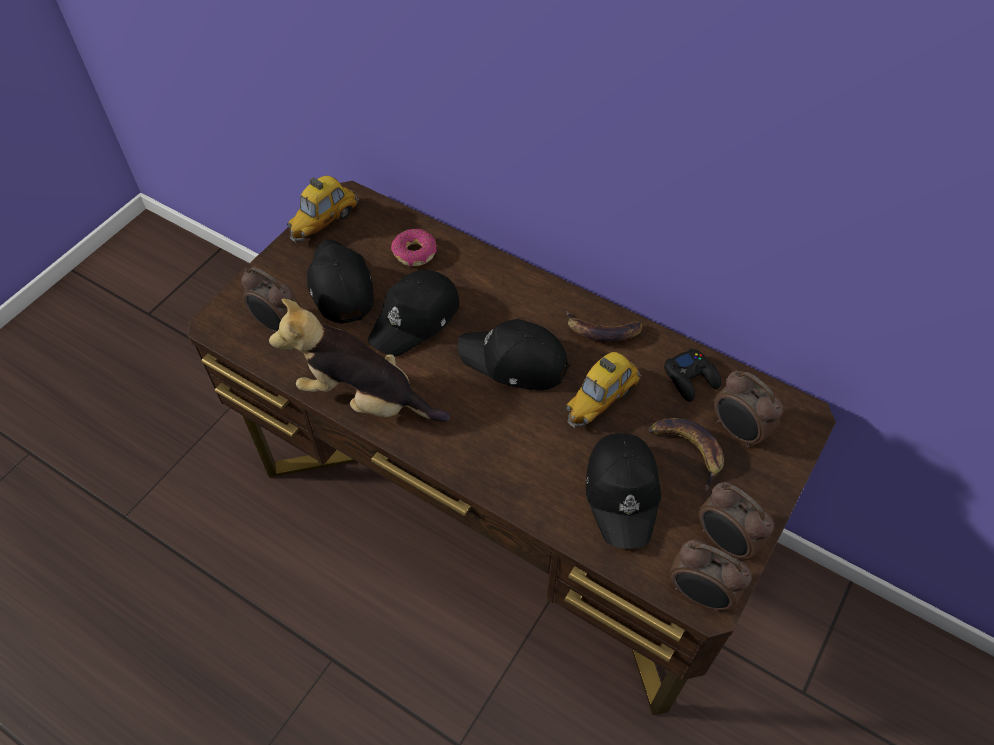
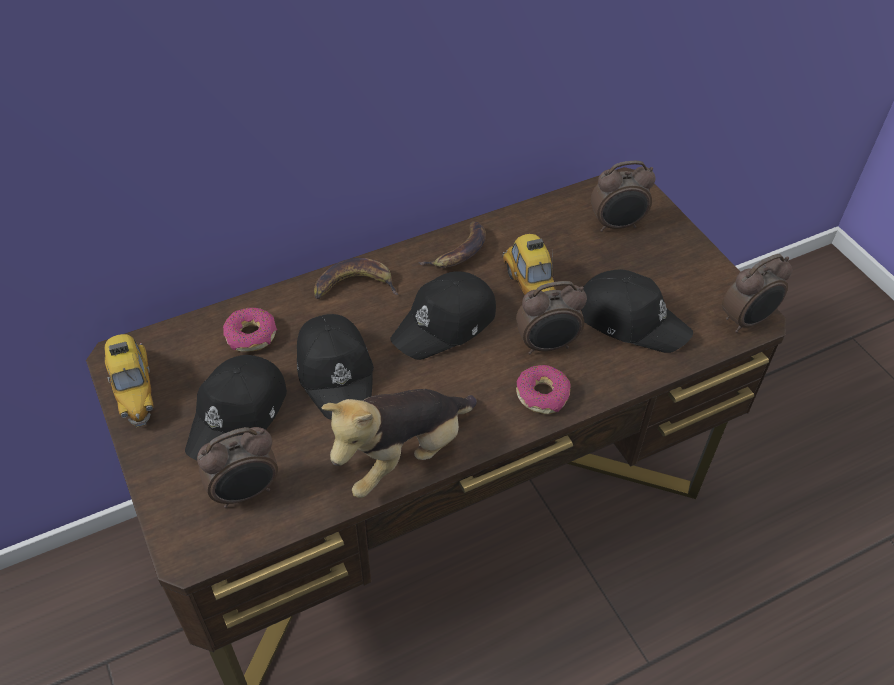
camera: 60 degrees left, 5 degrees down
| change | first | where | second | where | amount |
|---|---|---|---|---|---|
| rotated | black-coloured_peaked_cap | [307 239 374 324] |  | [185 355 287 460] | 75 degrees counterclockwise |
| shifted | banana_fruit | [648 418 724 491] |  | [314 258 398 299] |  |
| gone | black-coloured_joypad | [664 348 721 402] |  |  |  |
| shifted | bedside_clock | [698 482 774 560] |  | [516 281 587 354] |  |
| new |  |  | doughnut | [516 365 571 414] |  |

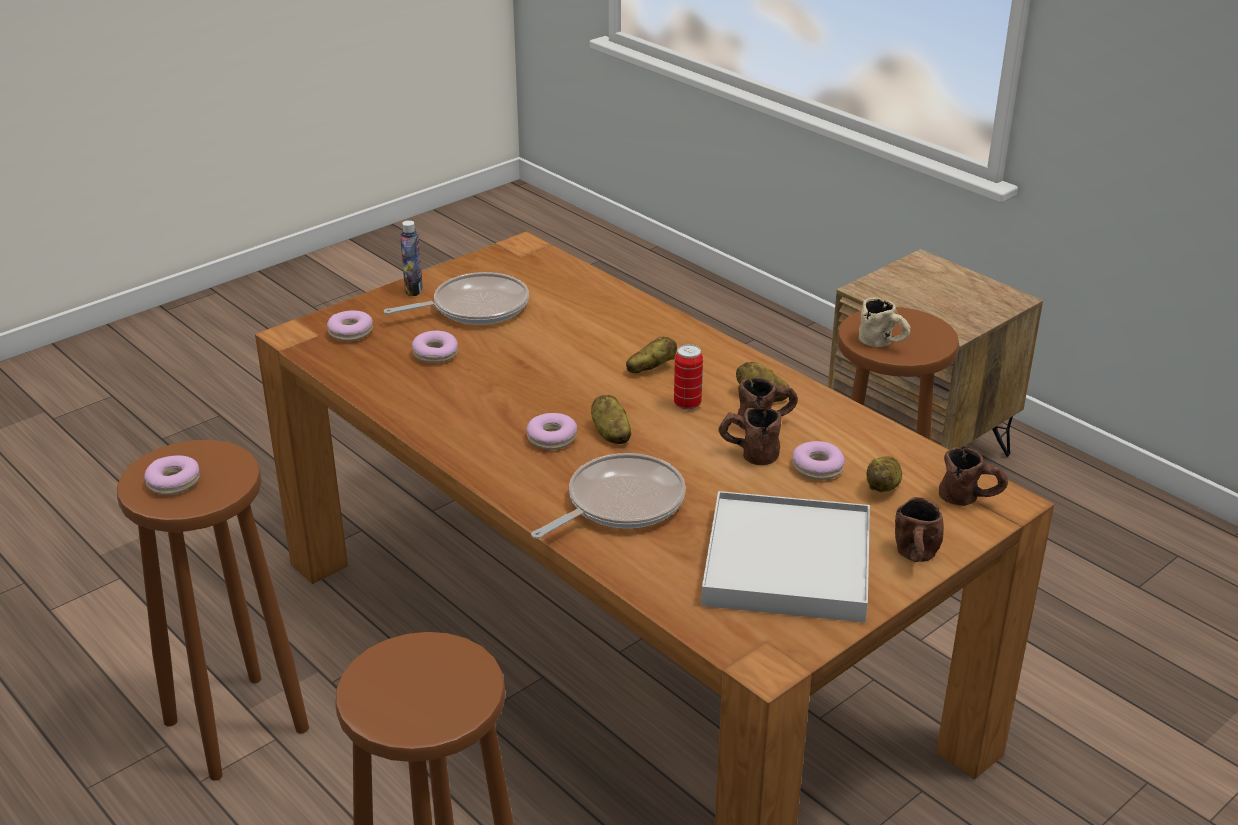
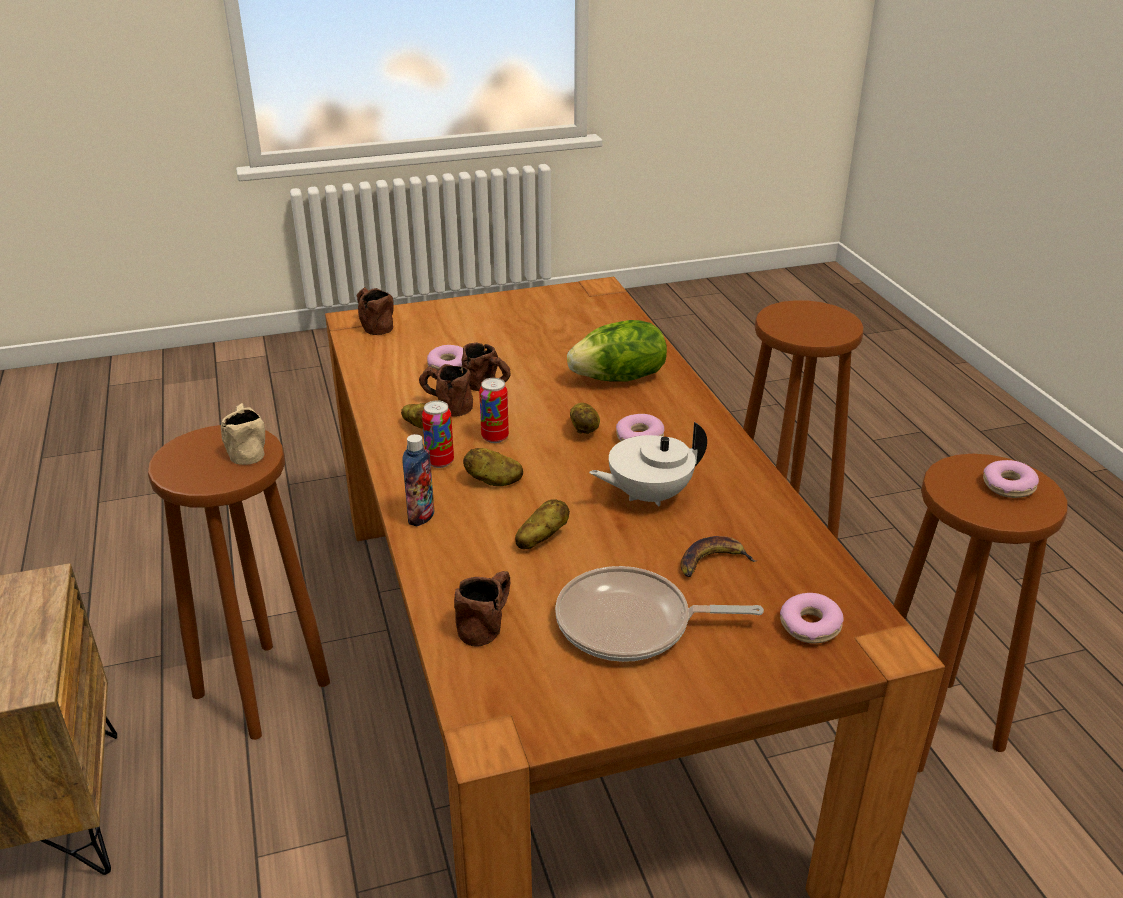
camera: 155 degrees left, 0 degrees up
| change | first | where | second | where | amount |
|---|---|---|---|---|---|
| shifted | beverage_bottle | [400 220 423 296] |  | [403 434 435 526] |  |
| swapped | doughnut | [412 330 458 363] | banana_fruit | [681 536 757 577] |  |
| swapped | skillet | [531 453 686 539] | lettuce_head | [567 320 667 381] |  |
| gone | whitish_tray | [701 491 870 623] |  |  |  |
| shifted | spud | [867 456 902 492] |  | [515 499 569 549] |  |
| shifted | brown-coloured_coffee_mug | [895 497 944 562] |  | [454 571 510 646] |  |
| new |  |  | metal_can | [422 400 454 468] |  |
| new |  |  | whitish_pot_for_tea | [589 422 707 507] |  |

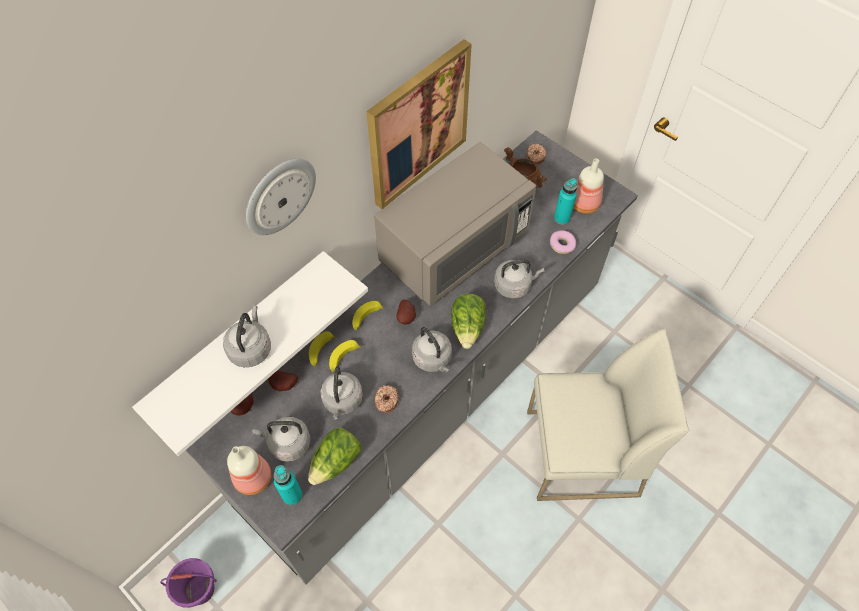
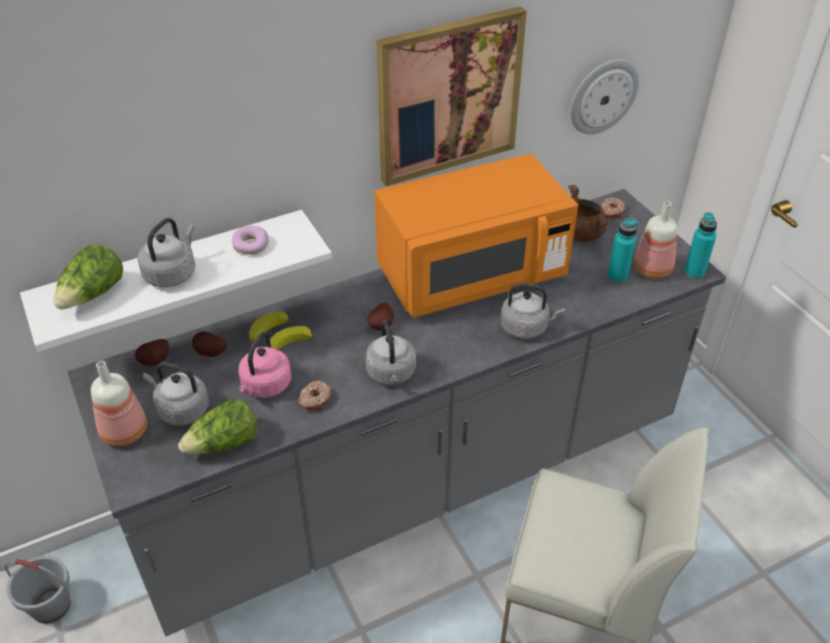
camera: 20 degrees right, 15 degrees down
| change | first | where | second | where | amount |
|---|---|---|---|---|---|
| repainted | purplish_water_bucket | [160 558 217 608] | gray_water_bucket | [5 556 70 624] |  |
| shifted | hanging_clock | [246 159 316 235] |  | [570 59 639 134] |  |
| shifted | turquoise_beverage_bottle | [274 465 302 505] |  | [684 213 717 279] |  |
| repainted | gray_kettle | [320 366 363 419] | pink_kettle | [238 331 291 398] |  |
| gone | banana_fruit | [352 301 384 331] |  |  |  |
| repainted | gray_microwave_oven | [374 142 537 306] | orange_microwave_oven | [375 154 578 317] |  |
| shifted | lettuce_head | [451 294 486 349] |  | [54 245 123 309] |  |
| shifted | doughnut | [550 230 576 254] |  | [232 226 269 255] |  |

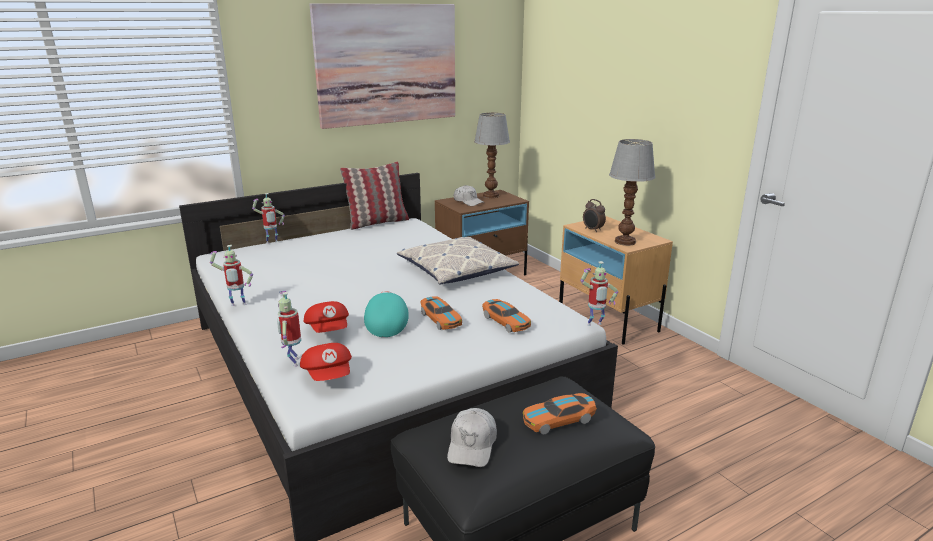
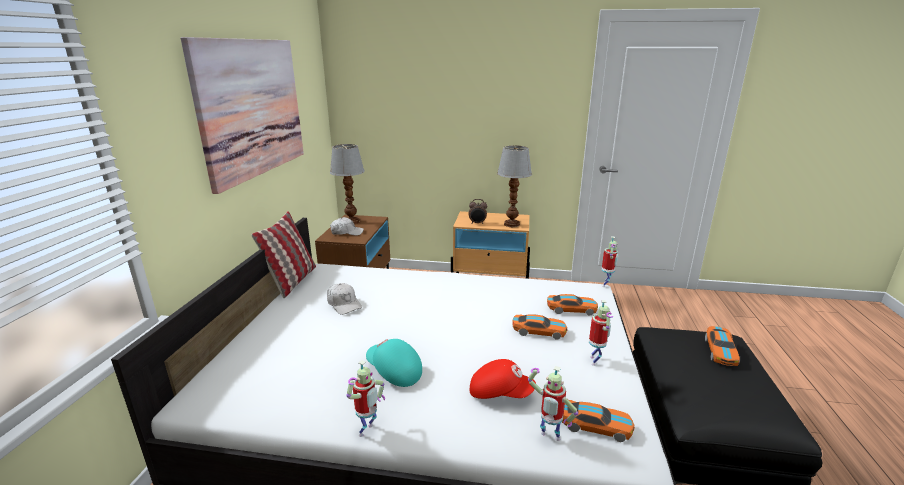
camera: 50 degrees left, 0 degrees up
| change | first | where | second | where | amount |
|---|---|---|---|---|---|
| shifted | toy_robot | [252 193 285 243] |  | [589 300 614 366] |  |
| swapped | reddish_peaked_cap | [300 343 352 381] | toy_car | [562 400 635 442] |  |
| shifted | turquoise_peaked_cap | [364 291 409 337] |  | [366 339 422 387] |  |
| gone | cushion | [397 237 519 284] |  |  |  |
| shifted | whitish_peaked_cap | [447 408 497 467] |  | [327 283 362 315] |  |

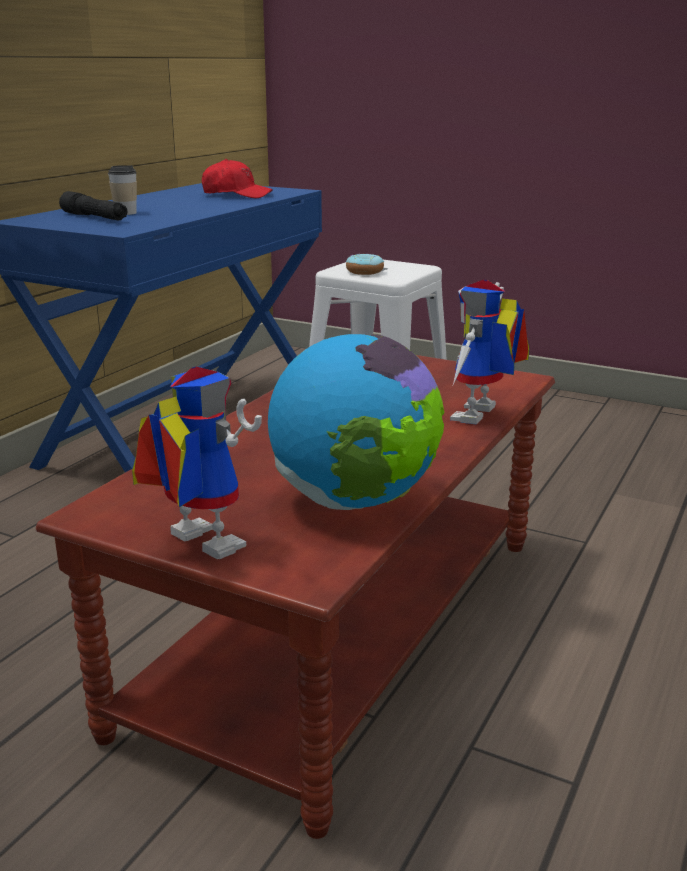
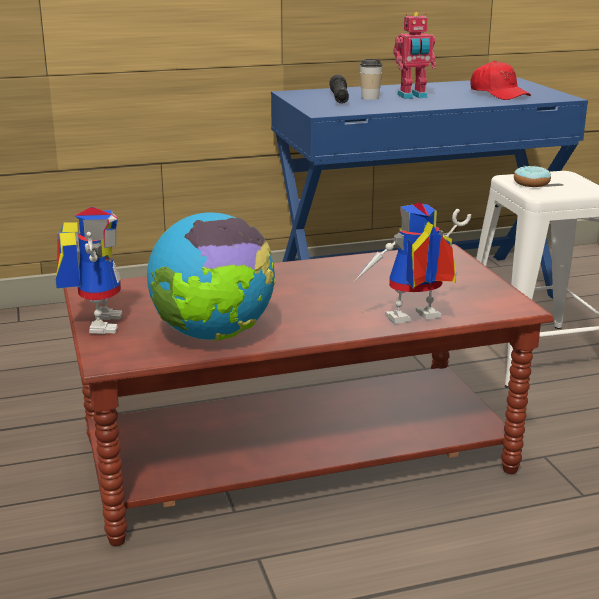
camera: 45 degrees right, 0 degrees up
| change | first | where | second | where | amount |
|---|---|---|---|---|---|
| new |  |  | toy_robot | [393 12 436 99] |  |

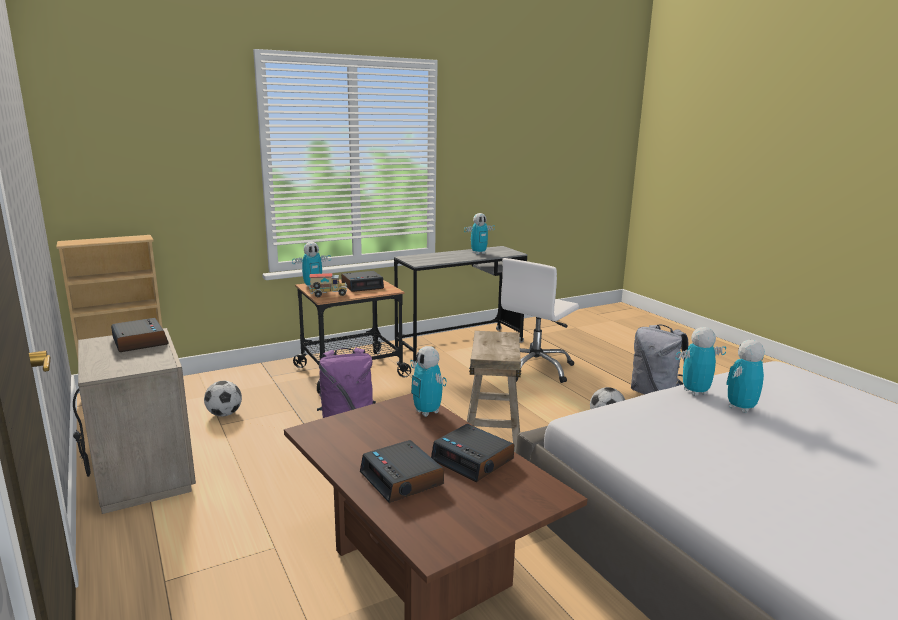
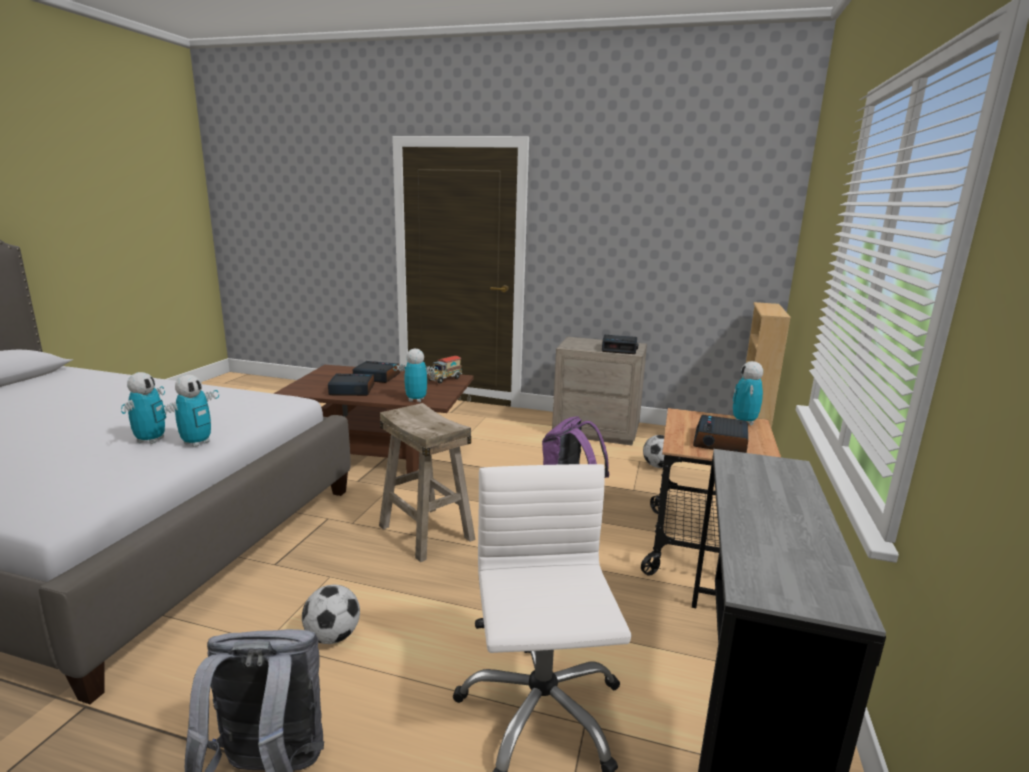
camera: 135 degrees right, 0 degrees up
| change | first | where | second | where | amount |
|---|---|---|---|---|---|
| shifted | model_truck | [309 273 347 297] |  | [427 356 463 384] |  |
| gone | toy_robot | [464 213 495 254] |  |  |  |

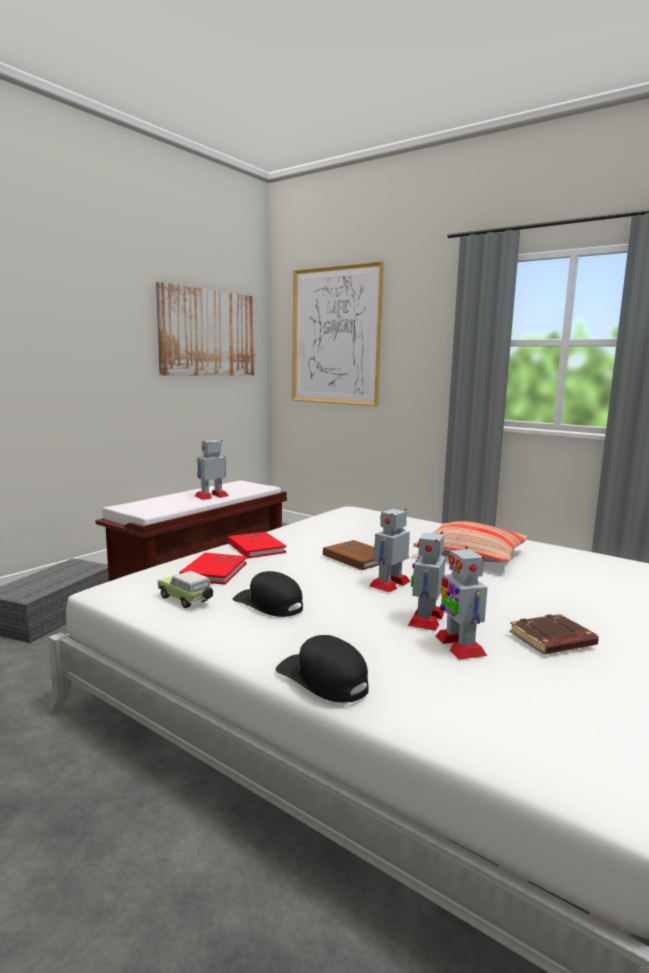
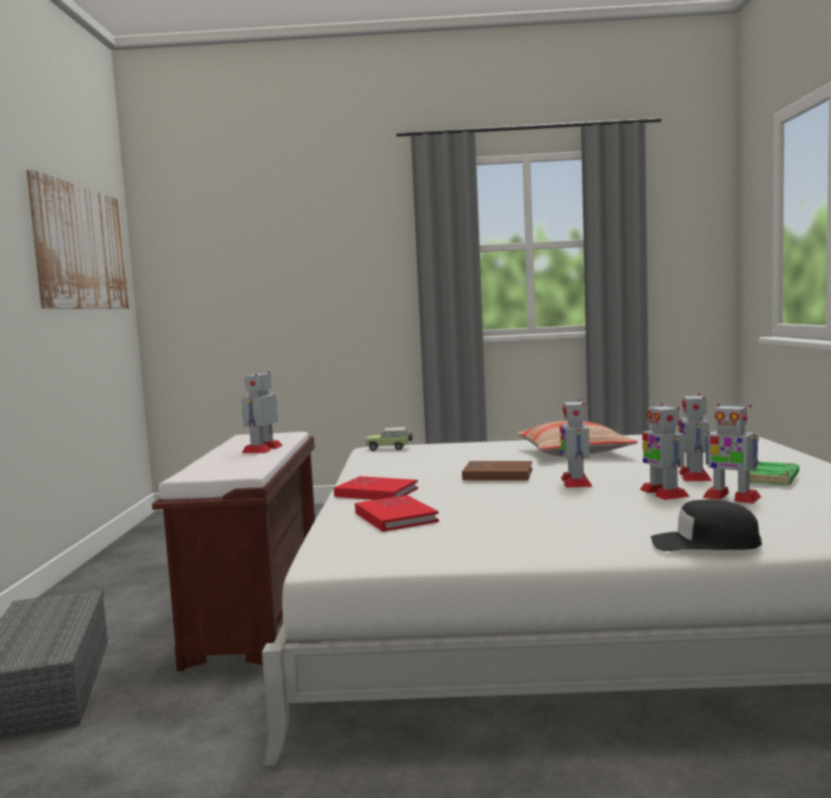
camera: 35 degrees left, 5 degrees down
| change | first | where | second | where | amount |
|---|---|---|---|---|---|
| shifted | toy_car | [158 571 213 608] |  | [365 427 412 451] |  |
| gone | black-coloured_peaked_cap | [233 571 303 617] |  |  |  |
| gone | wall_art | [292 261 384 406] |  |  |  |
| repainted | brown-coloured_bound_book | [509 614 599 654] | greenish_bound_book | [749 461 799 485] |  |
| new |  |  | toy_robot | [679 393 712 481] |  |

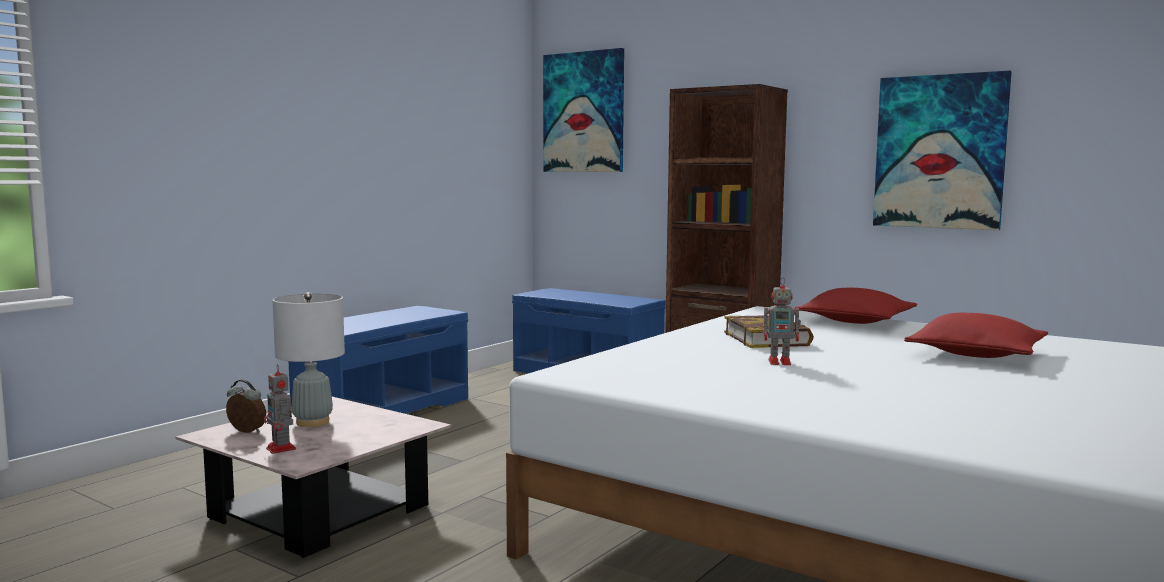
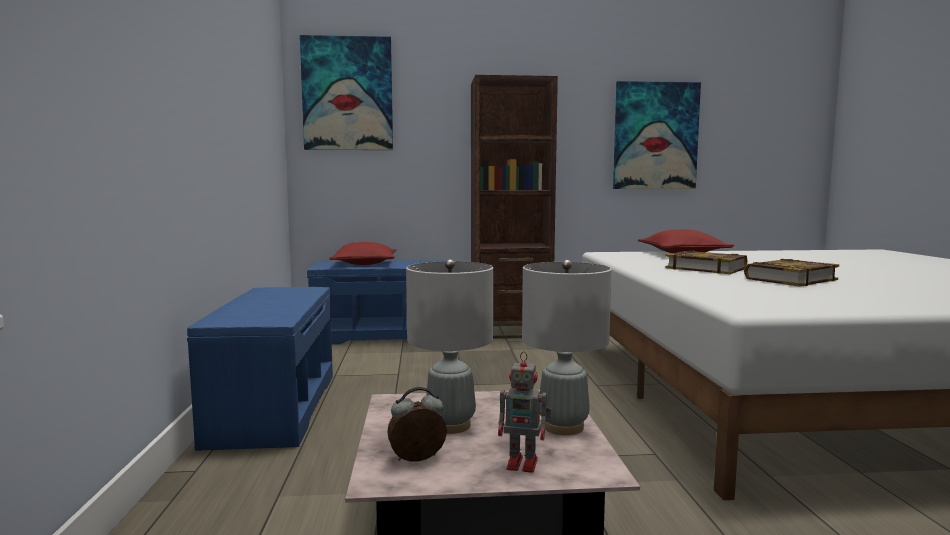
camera: 40 degrees left, 0 degrees up
| change | first | where | second | where | amount |
|---|---|---|---|---|---|
| swapped | toy_robot | [764 277 801 365] | bound_book | [744 259 839 287] |  |
| shifted | reddish_cushion | [904 313 1048 358] |  | [330 242 396 265] |  |
| new |  |  | gray_lamp_for_a_table | [522 260 612 435] |  |

